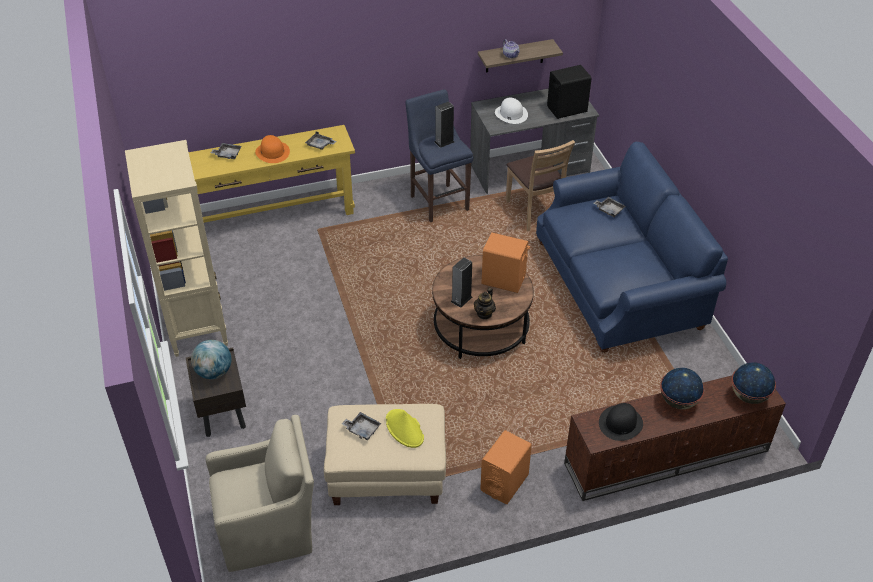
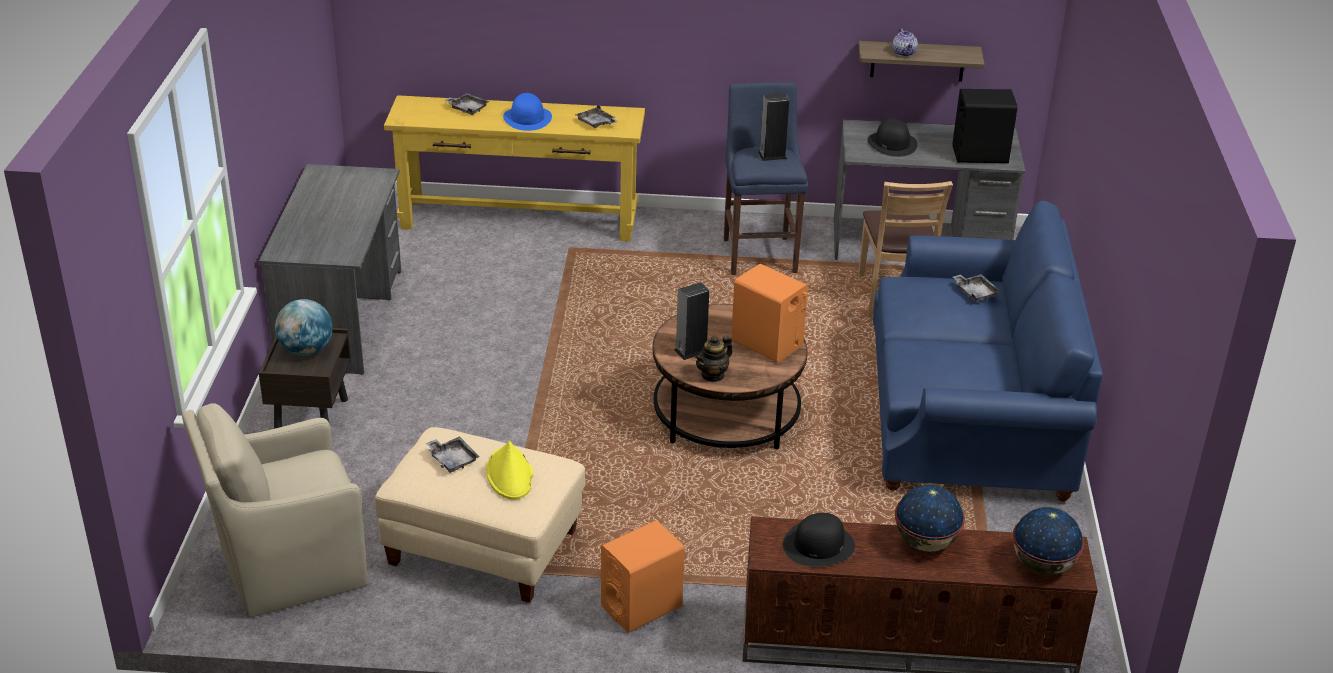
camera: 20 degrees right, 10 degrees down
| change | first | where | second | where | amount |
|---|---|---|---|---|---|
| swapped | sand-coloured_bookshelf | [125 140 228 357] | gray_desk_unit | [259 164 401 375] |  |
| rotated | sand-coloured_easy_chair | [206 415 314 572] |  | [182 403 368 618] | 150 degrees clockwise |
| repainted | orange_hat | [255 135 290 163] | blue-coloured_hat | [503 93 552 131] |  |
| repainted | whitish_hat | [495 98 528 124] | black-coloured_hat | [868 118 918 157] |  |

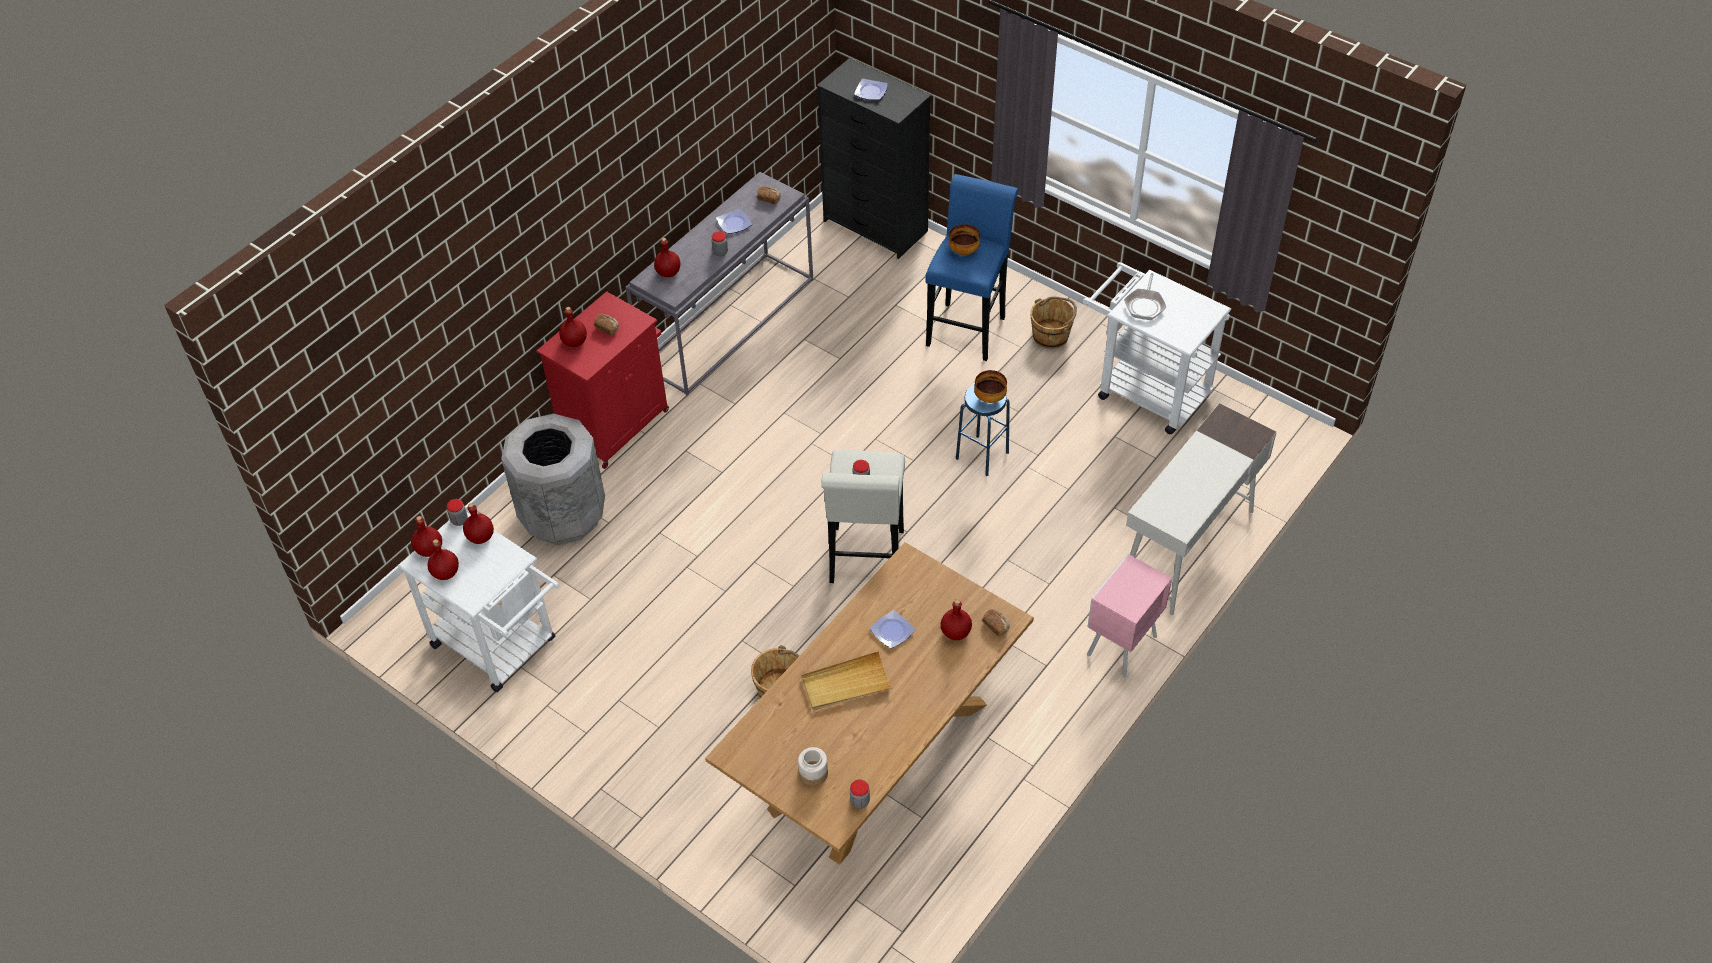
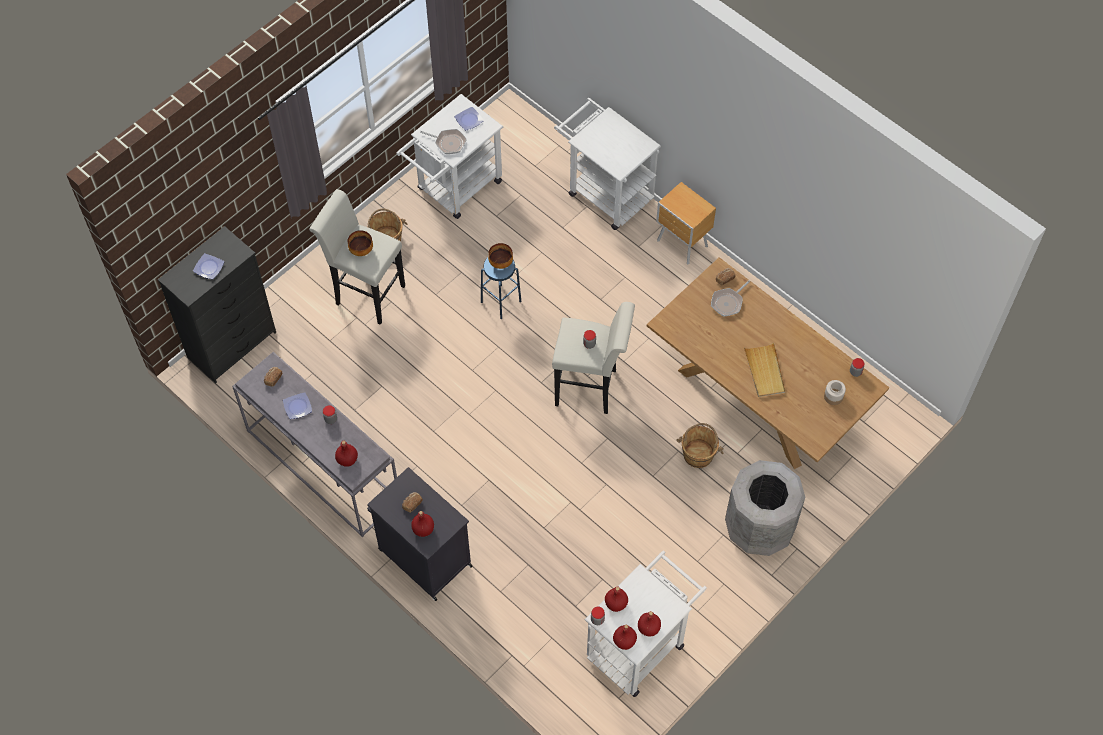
camera: 85 degrees left, 10 degrees up
| change | first | where | second | where | amount |
|---|---|---|---|---|---|
| shifted | gray_waste_bin | [501 413 605 545] |  | [725 460 805 556] |  |
| repainted | reddish_storage_cabinet | [536 291 669 469] | black-coloured_storage_cabinet | [367 467 472 601] |  |
| shifted | dinner_plate | [869 610 915 648] |  | [455 107 484 130] |  |
| repainted | blue-coloured_stool | [925 174 1018 361] | whitish_stool | [309 189 405 325] |  |
| swapped | reddish_beverage_bottle | [940 599 972 640] | skillet | [711 280 750 317] |  |
| repainted | pink_bedside_table | [1087 554 1172 677] | brown-coloured_bedside_table | [656 182 716 264] |  |
| swapped | whitish_desk_unit | [1126 403 1277 615] | whitish_cart | [554 98 661 230] |  |

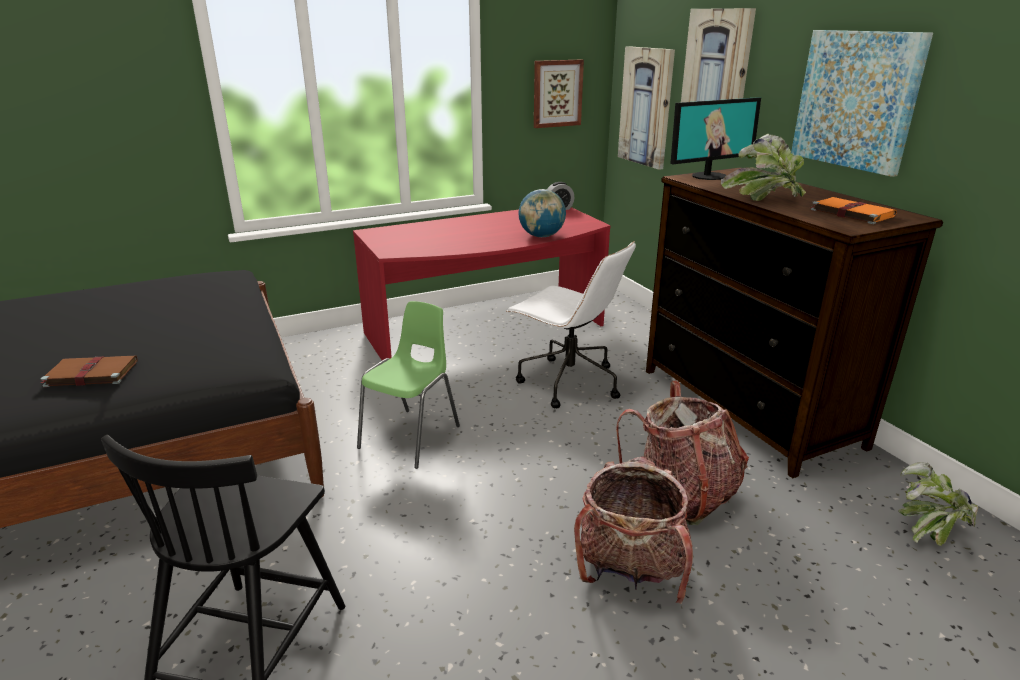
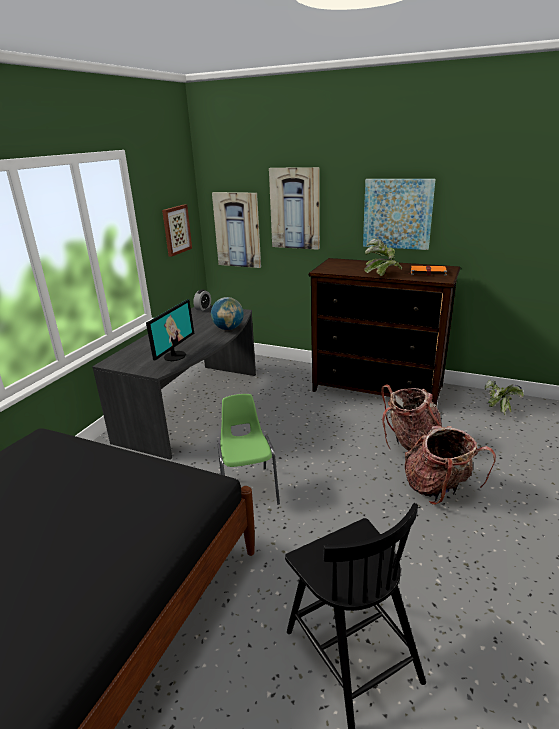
camera: 40 degrees left, 0 degrees up
| change | first | where | second | where | amount |
|---|---|---|---|---|---|
| gone | brown-coloured_bound_book | [41 356 138 387] |  |  |  |
| repainted | reddish_desk_unit | [353 207 611 360] | gray_desk_unit | [92 305 256 460] |  |
| gone | whitish_computer_chair | [506 241 636 408] |  |  |  |
| shifted | monitor | [670 97 761 180] |  | [146 299 194 361] |  |

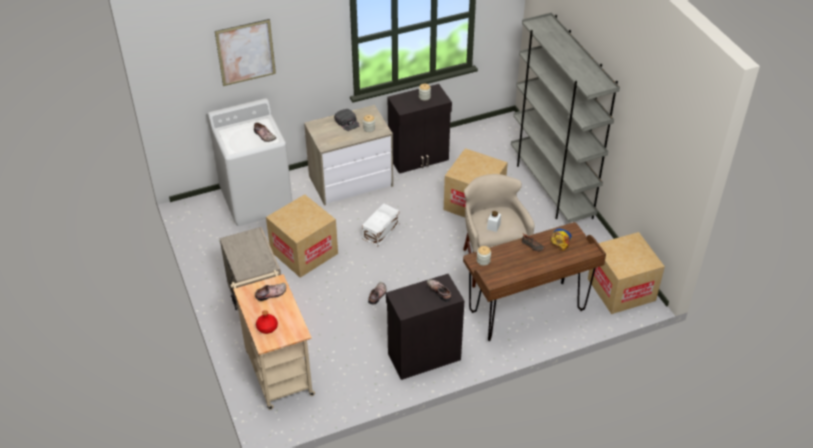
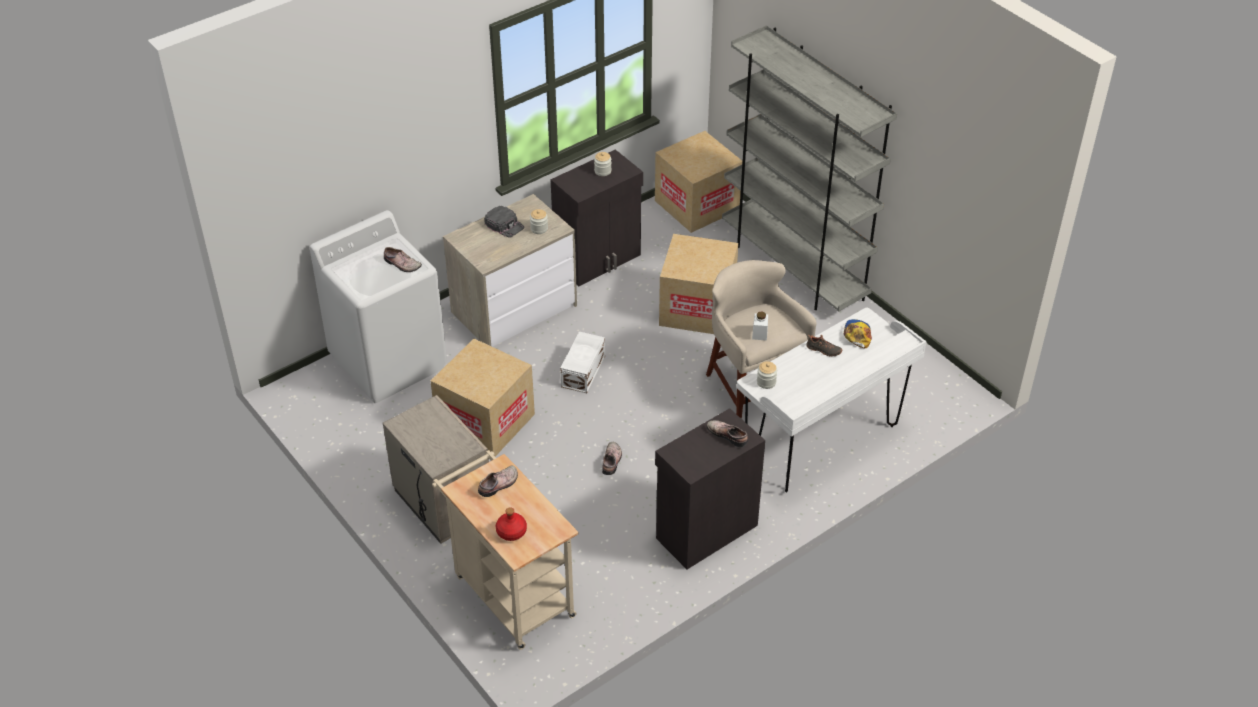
camera: 15 degrees left, 0 degrees up
| change | first | where | second | where | amount |
|---|---|---|---|---|---|
| gone | wall_art | [215 19 276 86] |  |  |  |
| repainted | brown-coloured_desk_unit | [463 222 606 341] | whitish_desk_unit | [737 308 926 492] |  |
| shifted | carton | [588 232 665 314] |  | [655 131 742 233] |  |

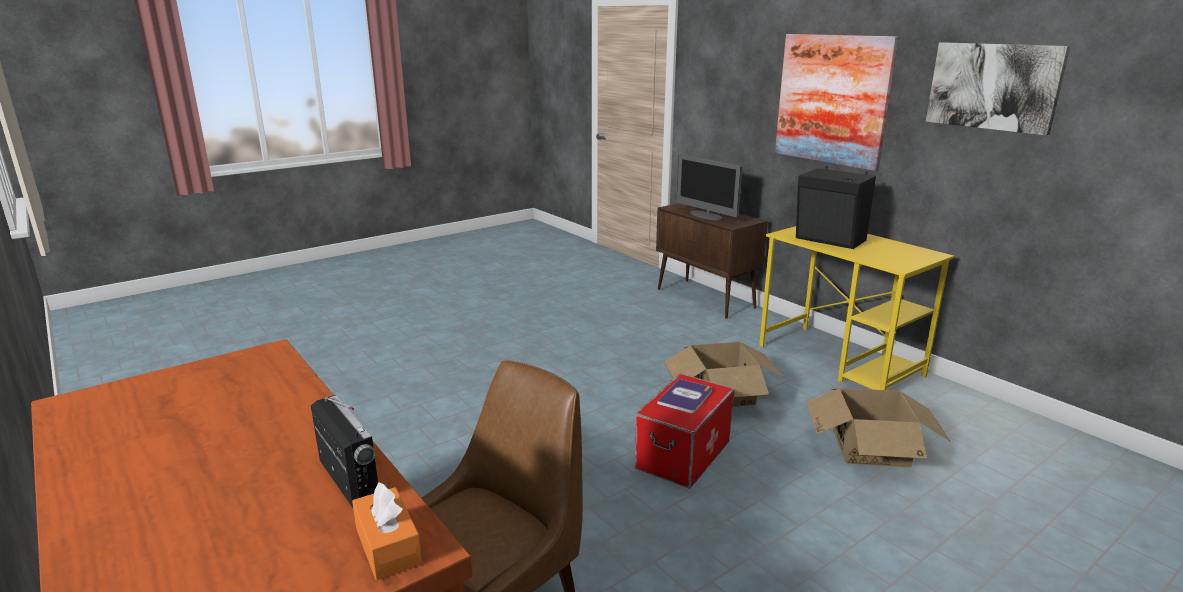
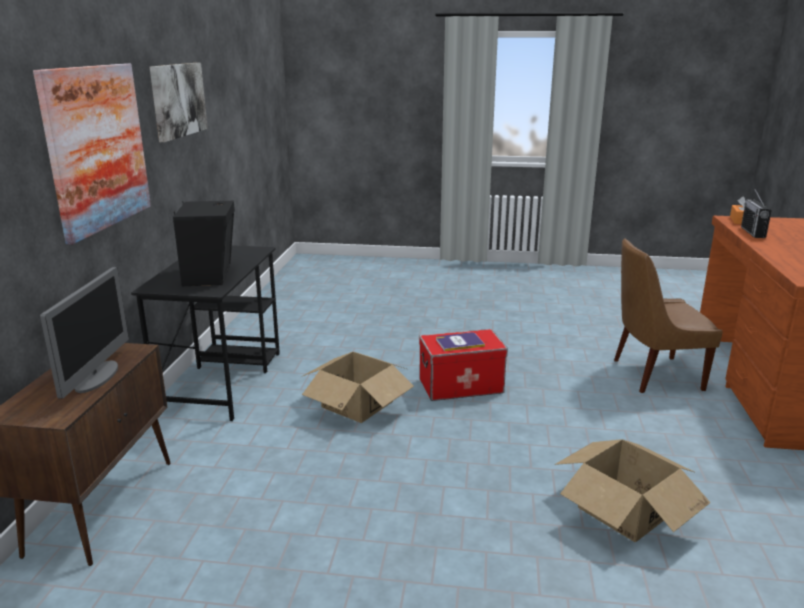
camera: 135 degrees left, 0 degrees up
| change | first | where | second | where | amount |
|---|---|---|---|---|---|
| repainted | yellow_desk_unit | [759 226 954 390] | black-coloured_desk_unit | [131 245 280 421] |  |
| shifted | carton | [806 388 951 467] |  | [555 439 711 542] |  |

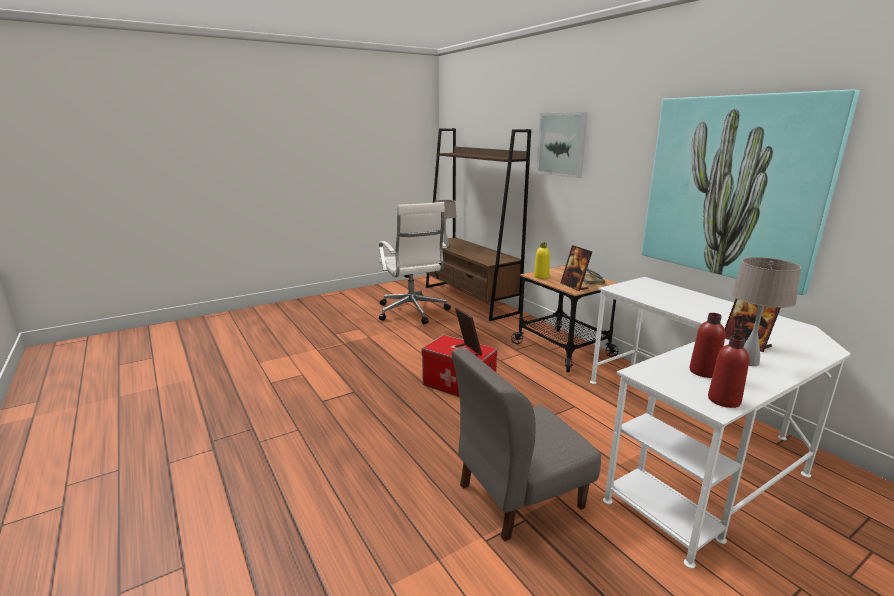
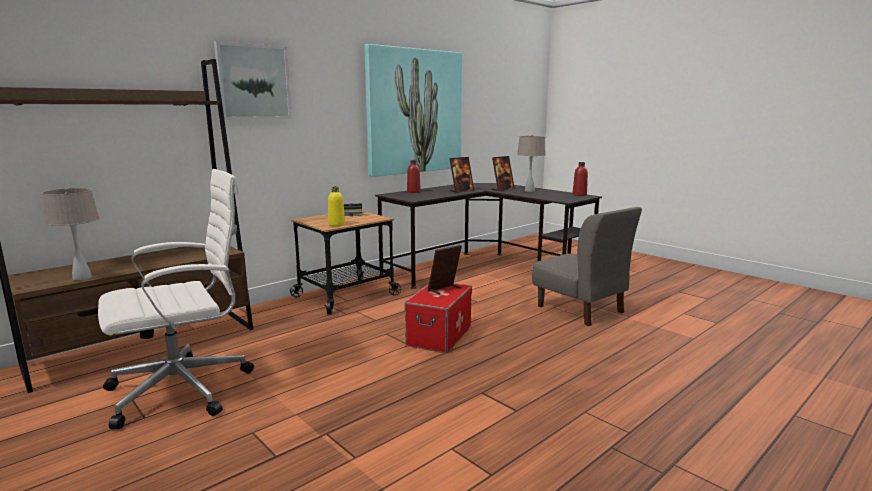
camera: 100 degrees left, 5 degrees down
| change | first | where | second | where | amount |
|---|---|---|---|---|---|
| shifted | picture_frame | [561 245 593 291] |  | [450 157 474 193] |  |
| repainted | whitish_desk_unit | [590 277 851 569] | black-coloured_desk_unit | [375 183 602 289] |  |
| shifted | reddish_beverage_bottle | [689 313 725 378] |  | [407 160 421 193] |  |

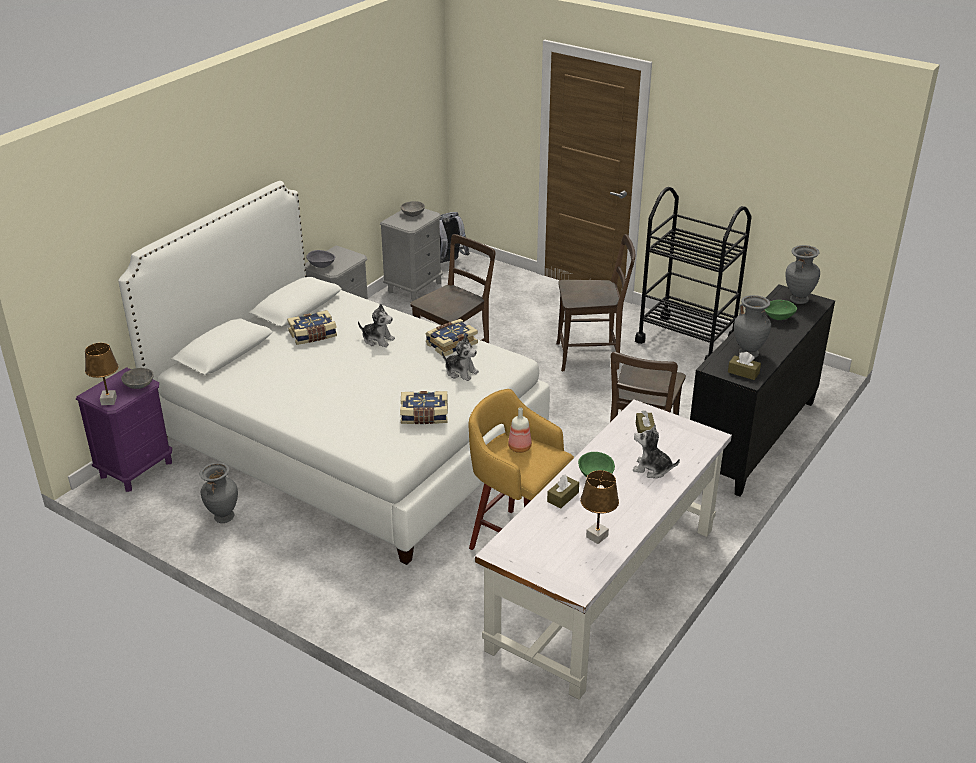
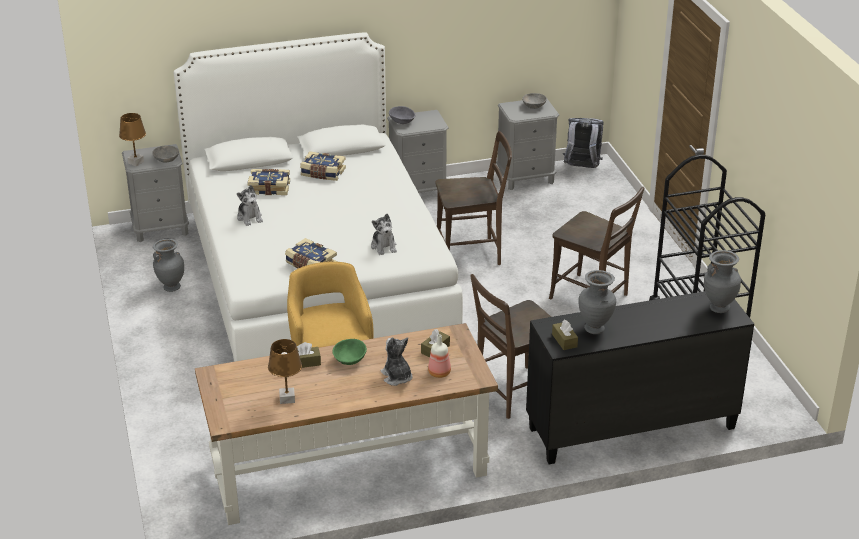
camera: 40 degrees right, 0 degrees up
| change | first | where | second | where | amount |
|---|---|---|---|---|---|
| repainted | purplish_bedside_table | [76 367 172 492] | gray_bedside_table | [122 144 189 242] |  |
| shifted | cuddly_toy | [358 304 395 347] |  | [237 185 263 226] |  |
| shifted | bound_book | [426 319 478 356] |  | [247 169 290 195] |  |
| repainted | whitish_desk_unit | [475 399 732 700] | brown-coloured_desk_unit | [195 323 498 525] |  |
| shifted | beverage_bottle | [508 408 532 453] |  | [428 334 451 378] |  |
| gone | greenish_deep_dish | [764 300 797 320] |  |  |  |

